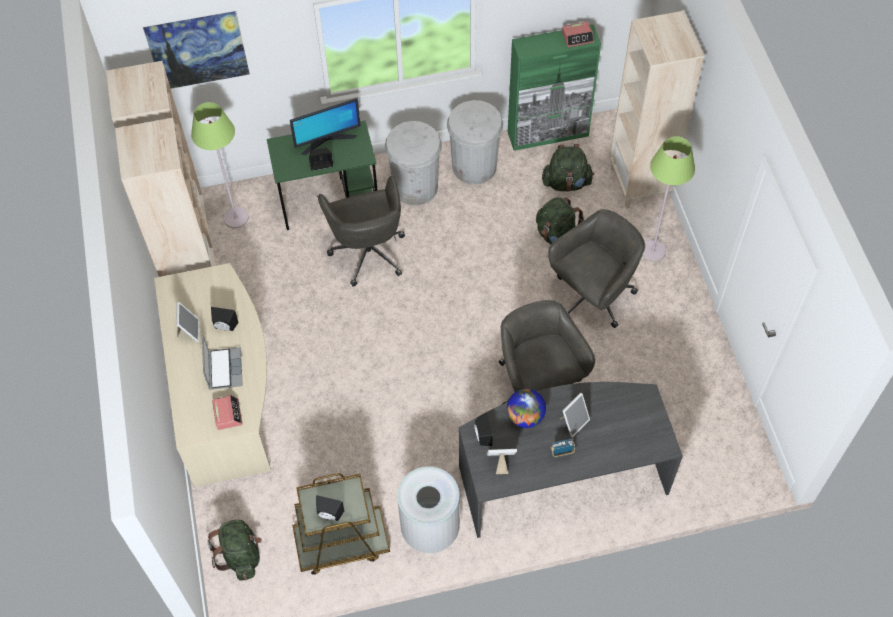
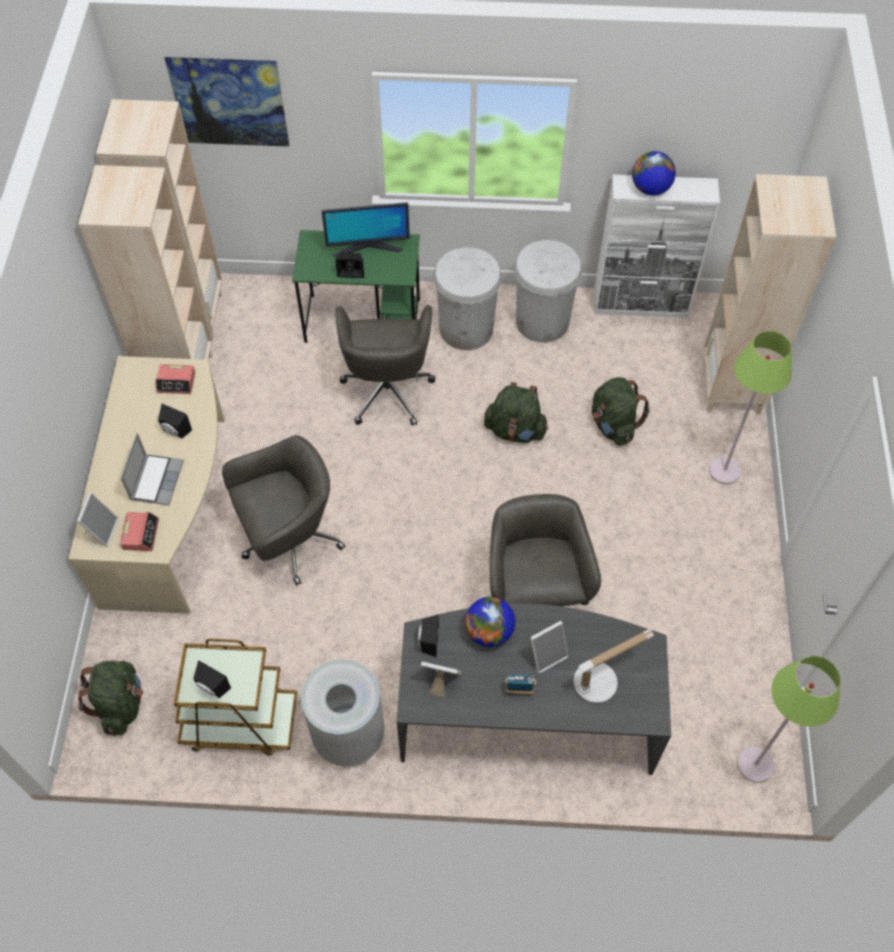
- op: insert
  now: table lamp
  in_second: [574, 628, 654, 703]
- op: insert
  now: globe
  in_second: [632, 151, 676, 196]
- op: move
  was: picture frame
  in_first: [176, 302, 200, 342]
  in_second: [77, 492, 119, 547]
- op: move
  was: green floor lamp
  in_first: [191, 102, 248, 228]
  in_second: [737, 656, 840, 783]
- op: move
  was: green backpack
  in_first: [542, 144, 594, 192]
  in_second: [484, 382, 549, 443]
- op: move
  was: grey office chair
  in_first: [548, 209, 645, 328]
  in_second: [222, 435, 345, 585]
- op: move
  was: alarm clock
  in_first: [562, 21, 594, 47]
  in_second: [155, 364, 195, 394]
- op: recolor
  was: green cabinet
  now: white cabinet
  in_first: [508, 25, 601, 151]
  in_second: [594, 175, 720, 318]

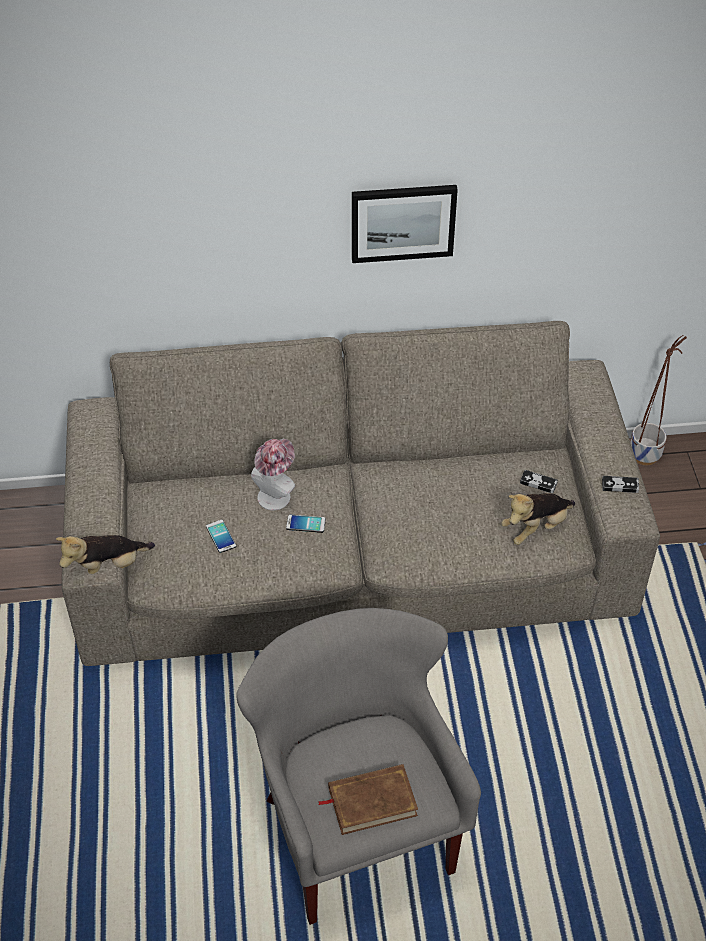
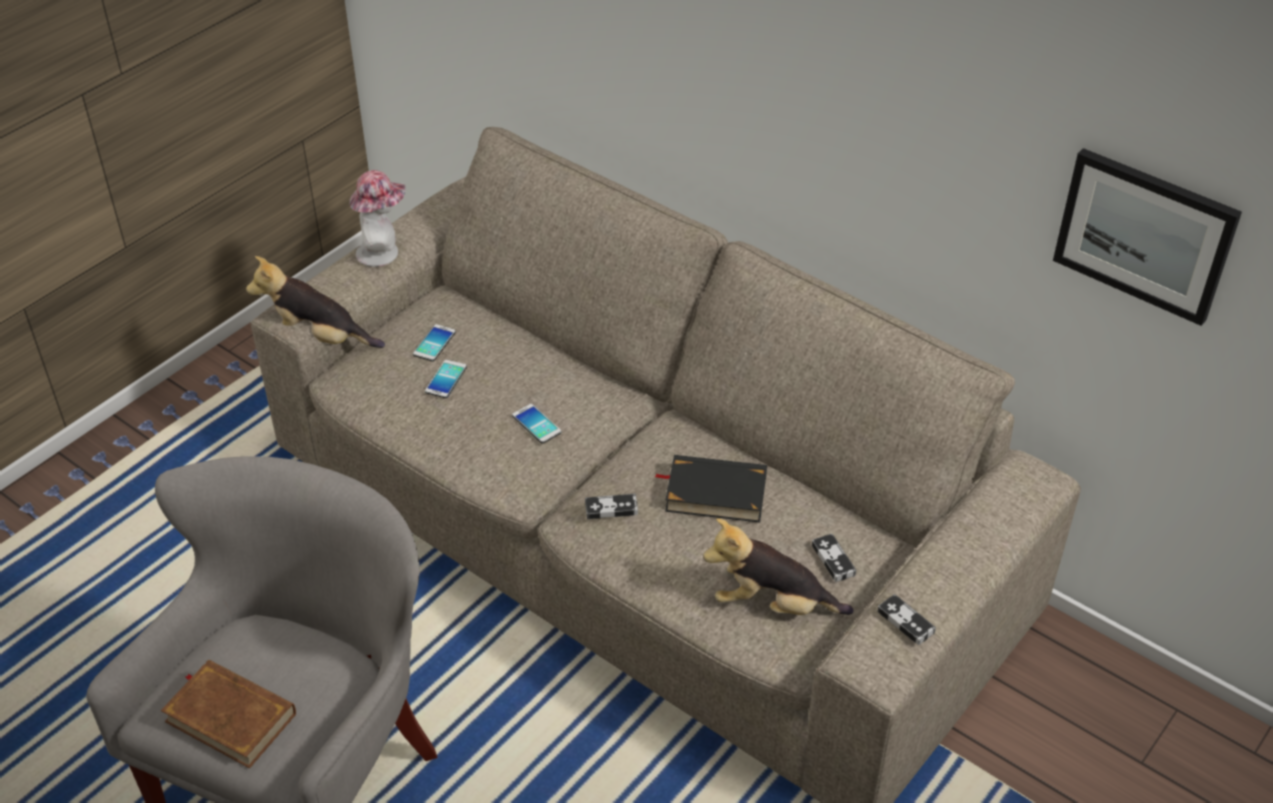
- op: delete
  was: planter
  in_first: [630, 335, 687, 465]
- op: insert
  now: phone
  in_second: [413, 324, 456, 361]
- op: insert
  now: game controller
  in_second: [585, 494, 638, 519]
- op: insert
  now: black book
  in_second: [654, 455, 767, 522]
- op: move
  was: hat
  in_first: [251, 439, 295, 510]
  in_second: [350, 170, 406, 267]
- op: move
  was: picture
  in_first: [352, 185, 458, 263]
  in_second: [1053, 148, 1242, 326]

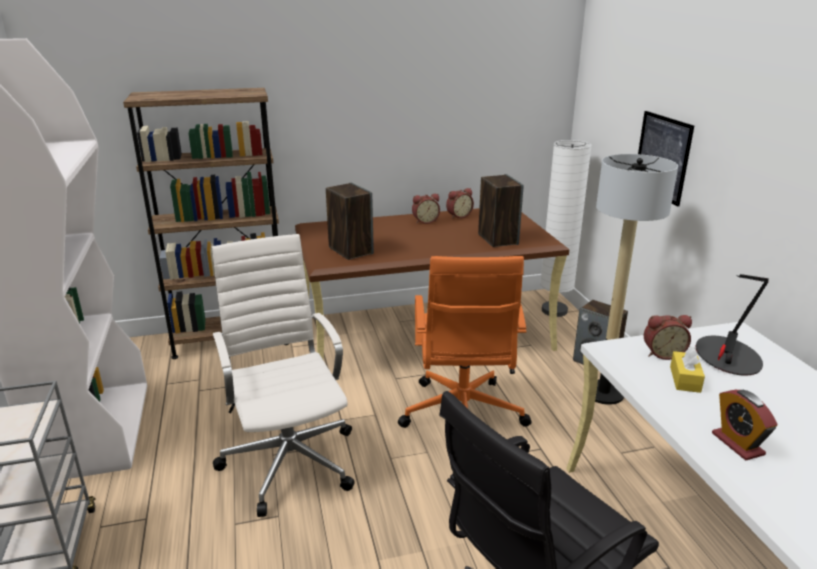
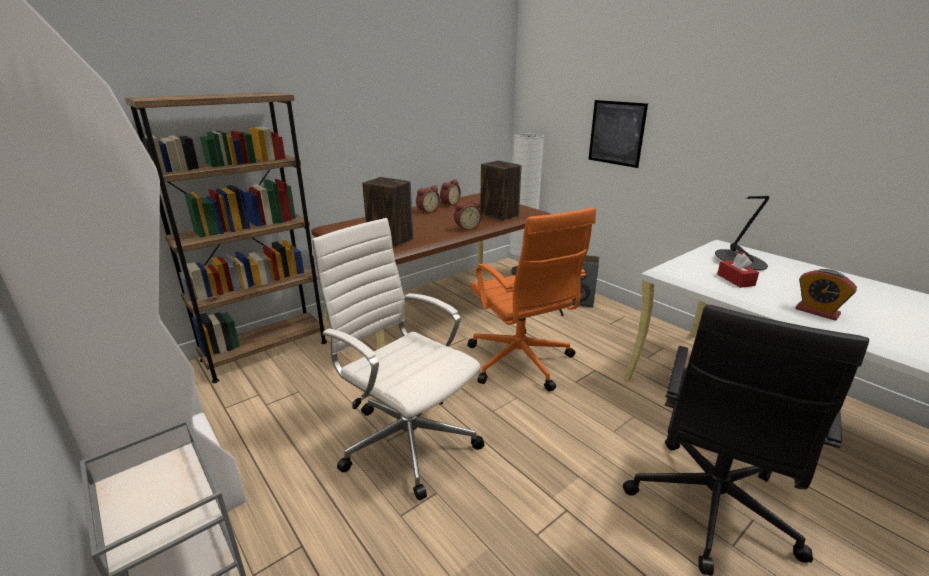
- op: delete
  was: floor lamp
  in_first: [595, 154, 678, 405]
- op: move
  was: alarm clock
  in_first: [644, 315, 692, 360]
  in_second: [454, 200, 482, 230]
- op: recolor
  was: yellow tissue box
  now: red tissue box
  in_first: [670, 346, 705, 393]
  in_second: [717, 253, 759, 288]

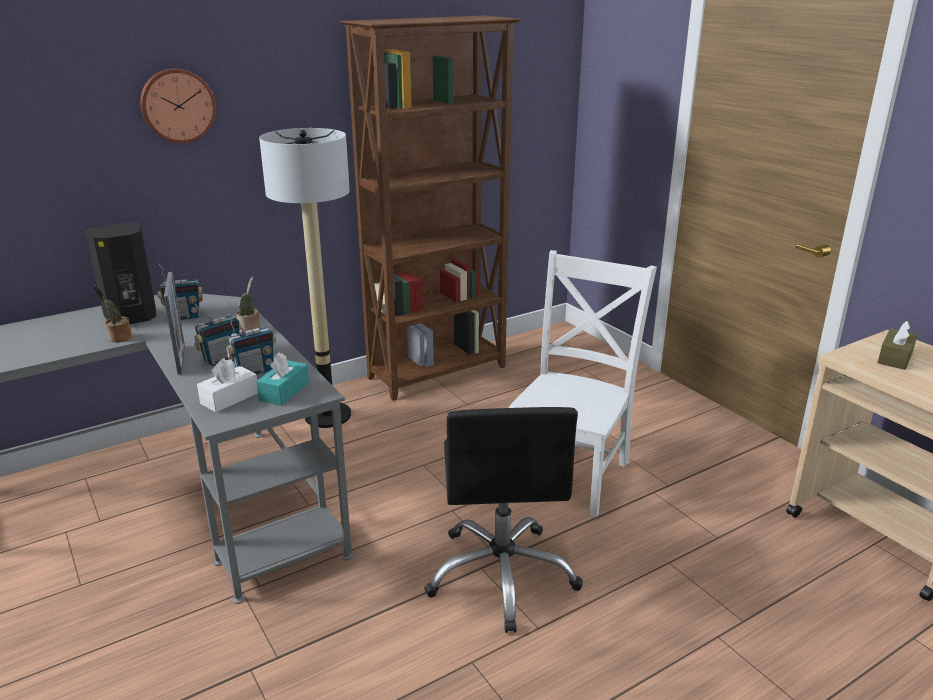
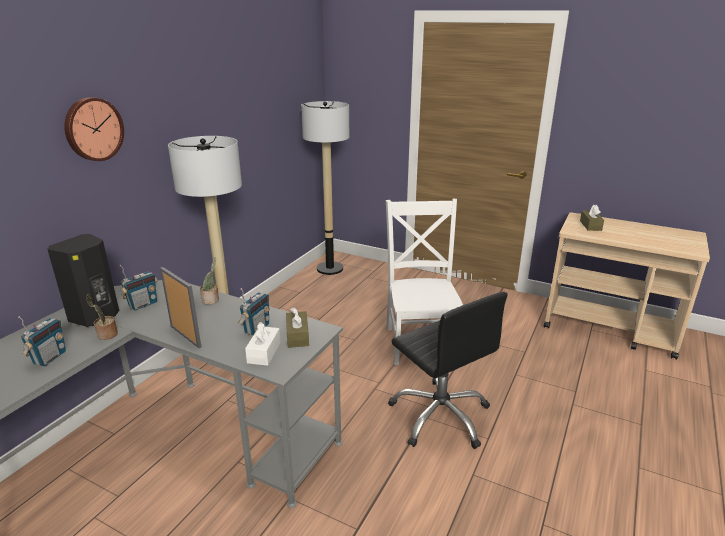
- op: delete
  was: brown bookcase
  in_first: [340, 16, 521, 401]
- op: insert
  now: floor lamp
  in_second: [301, 101, 349, 275]
- op: move
  was: radio
  in_first: [195, 304, 242, 366]
  in_second: [18, 316, 66, 366]
- op: recolor
  was: turquoise tissue box
  now: brown tissue box
  in_first: [256, 352, 309, 406]
  in_second: [286, 307, 309, 348]

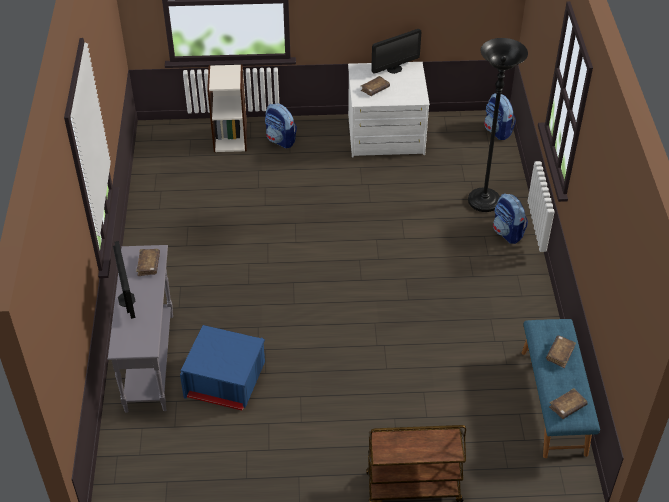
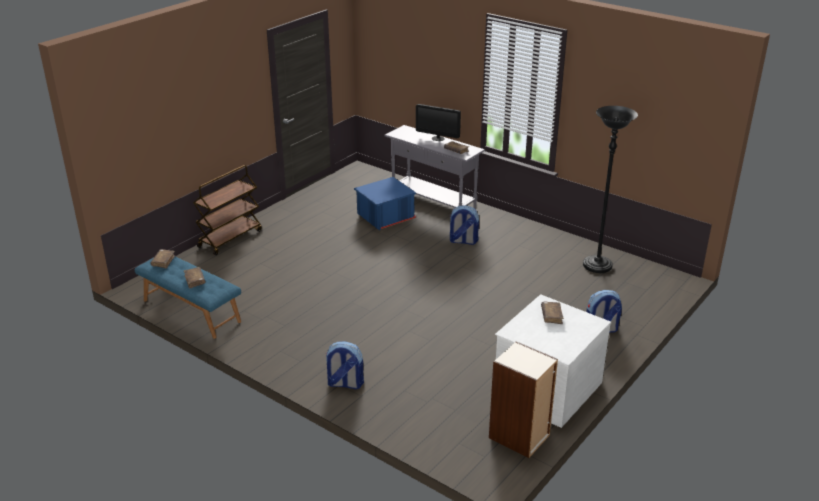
- op: delete
  was: monitor
  in_first: [371, 29, 421, 74]
- op: move
  was: bookcase
  in_first: [207, 65, 247, 152]
  in_second: [489, 341, 558, 458]
- op: move
  was: black floor lamp
  in_first: [468, 38, 528, 212]
  in_second: [583, 106, 638, 273]
- op: move
  was: backpack
  in_first: [484, 93, 516, 140]
  in_second: [449, 205, 479, 245]

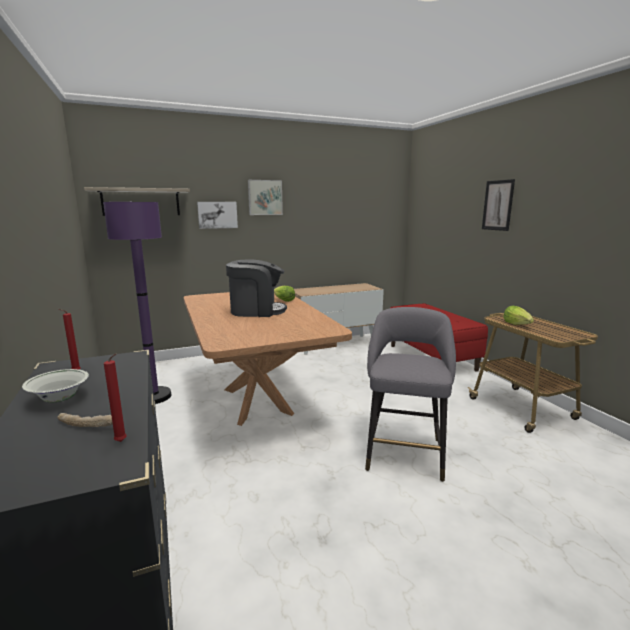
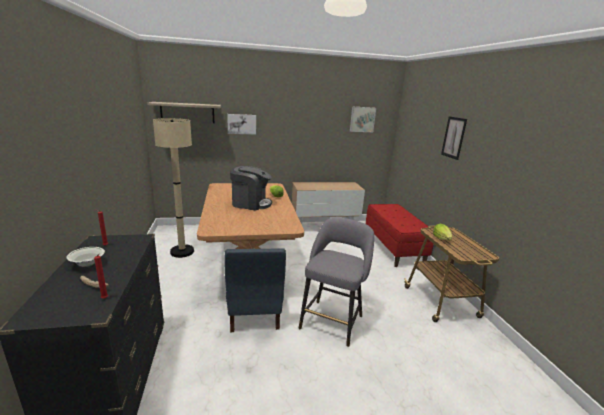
- op: insert
  now: blue chair
  in_second: [224, 248, 286, 333]
- op: move
  was: picture
  in_first: [248, 180, 283, 215]
  in_second: [350, 107, 376, 132]
- op: recolor
  was: purple floor lamp
  now: beige floor lamp
  in_first: [103, 201, 172, 404]
  in_second: [153, 118, 194, 258]

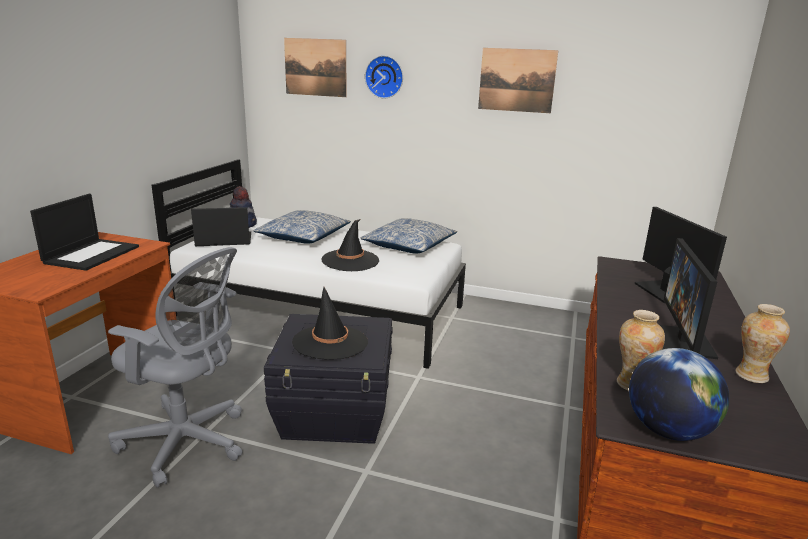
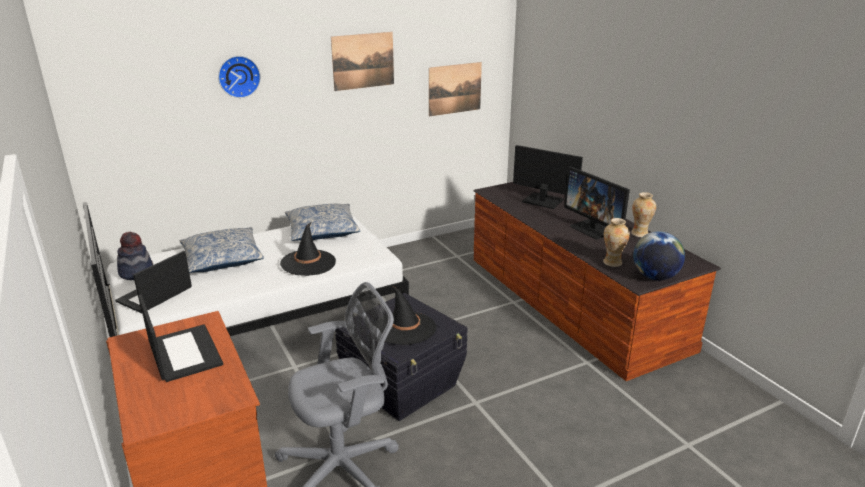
- op: move
  was: picture
  in_first: [284, 38, 346, 97]
  in_second: [429, 62, 482, 117]

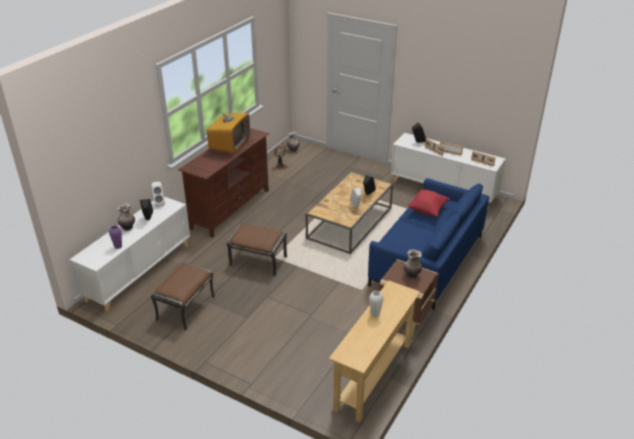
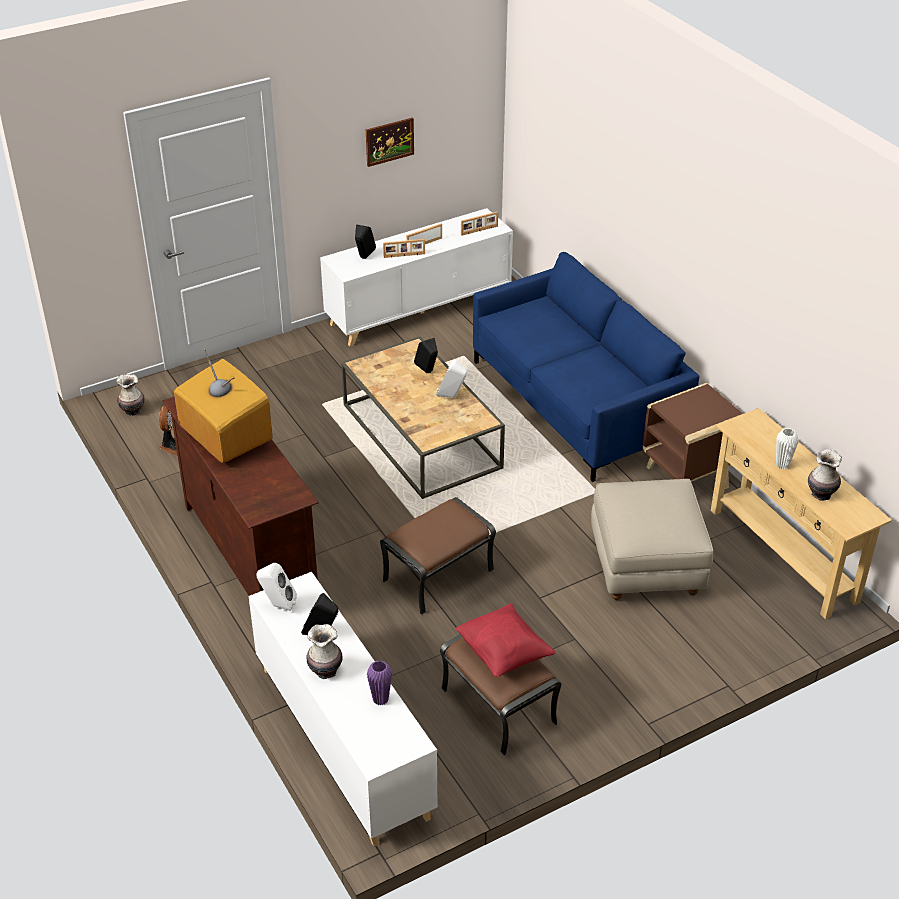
- op: insert
  now: picture
  in_second: [366, 117, 414, 167]
- op: insert
  now: beige ottoman
  in_second: [591, 479, 713, 600]
- op: move
  was: vase
  in_first: [403, 249, 422, 279]
  in_second: [808, 449, 842, 501]
- op: move
  was: red pillow
  in_first: [407, 189, 450, 216]
  in_second: [455, 603, 556, 677]

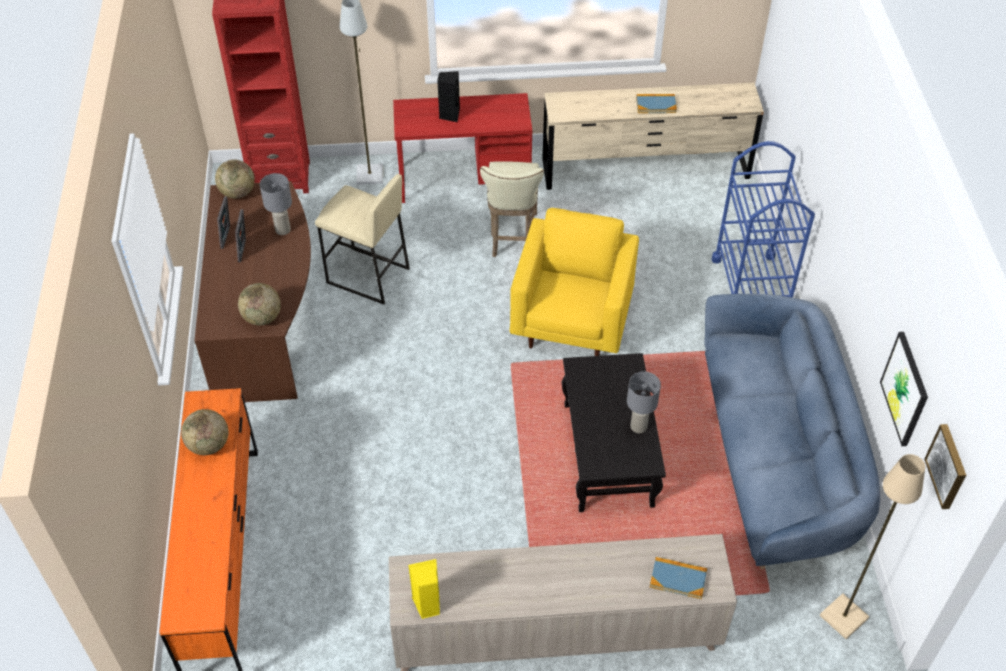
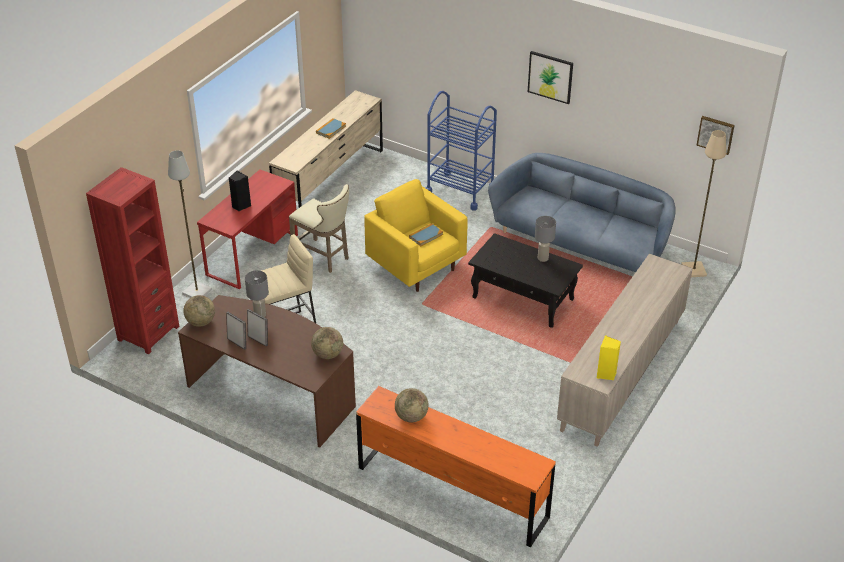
- op: move
  was: book
  in_first: [650, 557, 707, 599]
  in_second: [409, 223, 443, 246]
- op: move
  was: picture
  in_first: [880, 332, 928, 446]
  in_second: [528, 51, 573, 104]

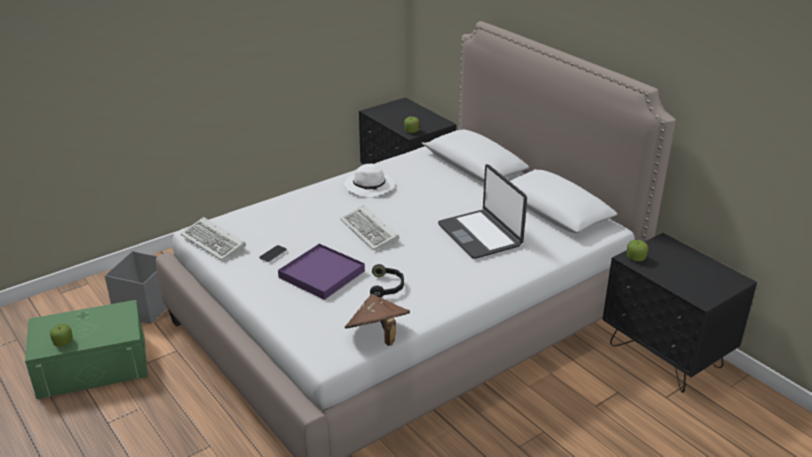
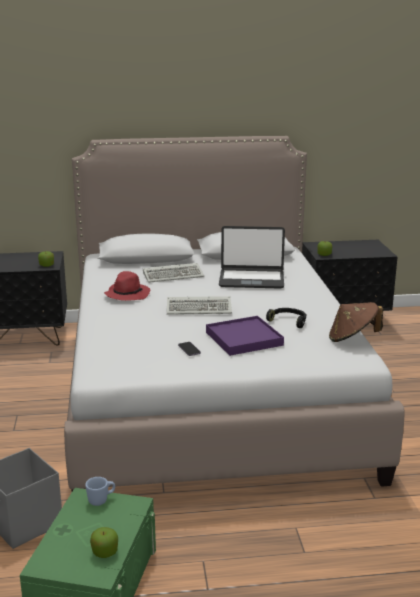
- op: insert
  now: blue mug
  in_second: [85, 477, 115, 506]
- op: move
  was: keyboard
  in_first: [180, 217, 246, 260]
  in_second: [143, 263, 204, 283]
- op: recolor
  was: white hat
  now: red hat
  in_first: [344, 164, 394, 198]
  in_second: [104, 271, 150, 301]

